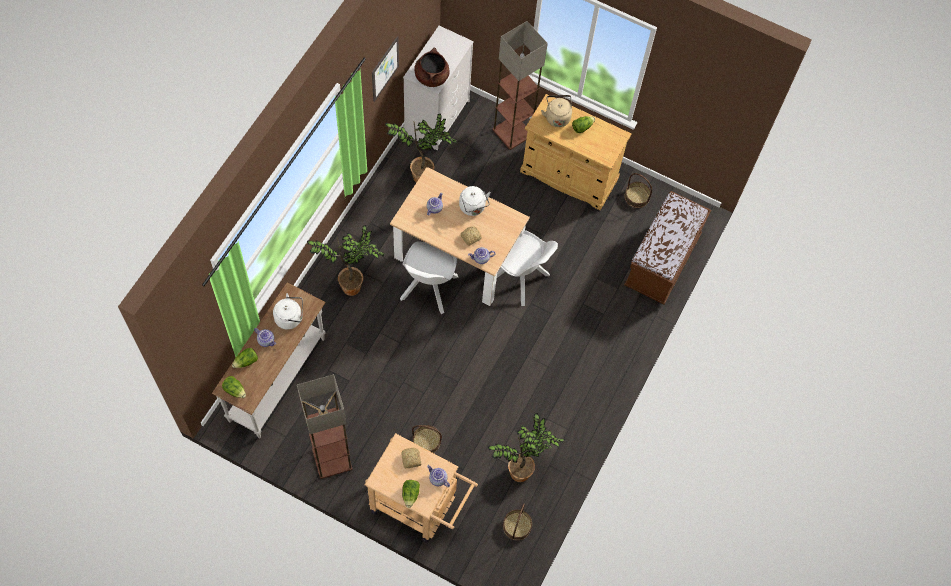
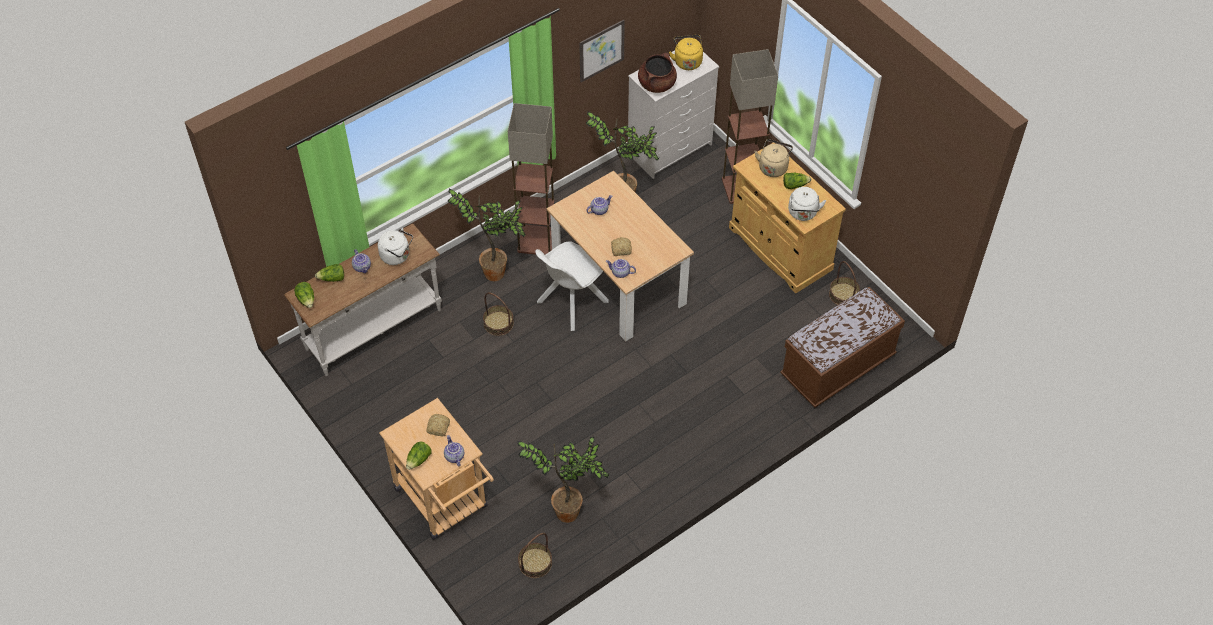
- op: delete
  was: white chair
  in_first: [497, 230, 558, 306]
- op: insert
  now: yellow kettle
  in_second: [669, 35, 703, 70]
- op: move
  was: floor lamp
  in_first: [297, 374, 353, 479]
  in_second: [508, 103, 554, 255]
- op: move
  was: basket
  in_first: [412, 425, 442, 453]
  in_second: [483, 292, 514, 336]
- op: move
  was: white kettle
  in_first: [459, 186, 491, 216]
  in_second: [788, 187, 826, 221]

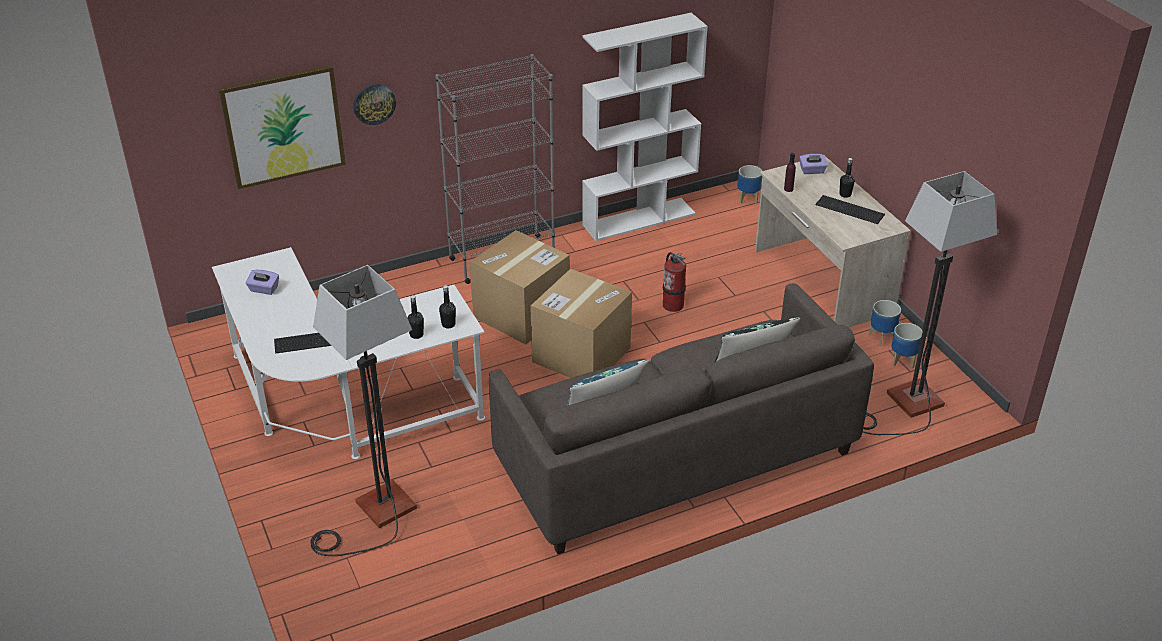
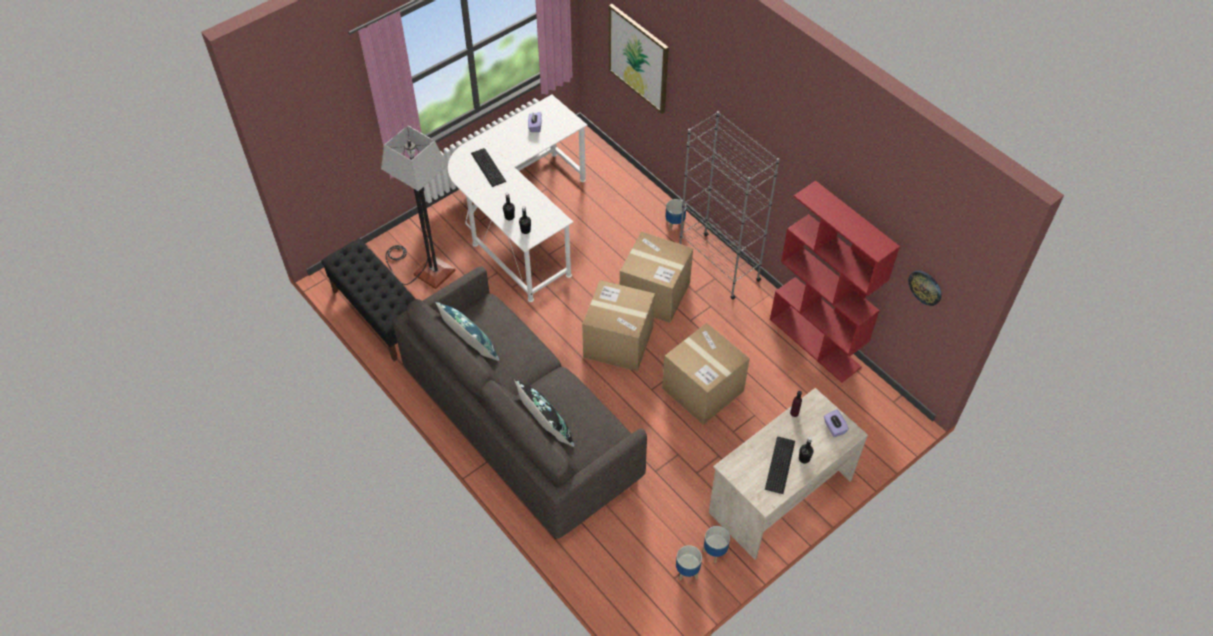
- op: delete
  was: floor lamp
  in_first: [863, 171, 997, 435]
- op: insert
  now: black bench
  in_second: [321, 239, 415, 362]
- op: move
  was: wall clock
  in_first: [353, 84, 396, 125]
  in_second: [908, 271, 941, 306]
- op: move
  was: planter
  in_first: [738, 165, 762, 204]
  in_second: [665, 199, 686, 231]
- op: replace
  was: fire extinguisher
  now: cardboard box
  in_first: [663, 252, 686, 312]
  in_second: [662, 323, 750, 425]
- op: recolor
  was: white bookcase
  now: red bookcase
  in_first: [582, 13, 708, 241]
  in_second: [770, 181, 900, 382]

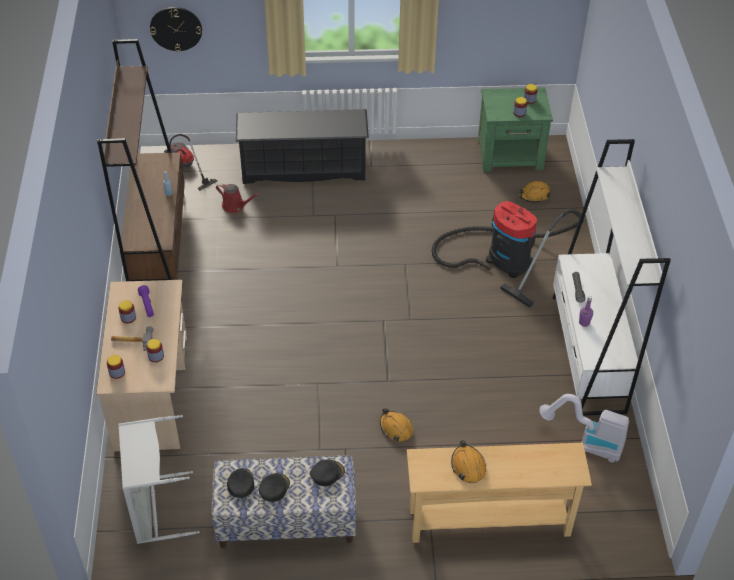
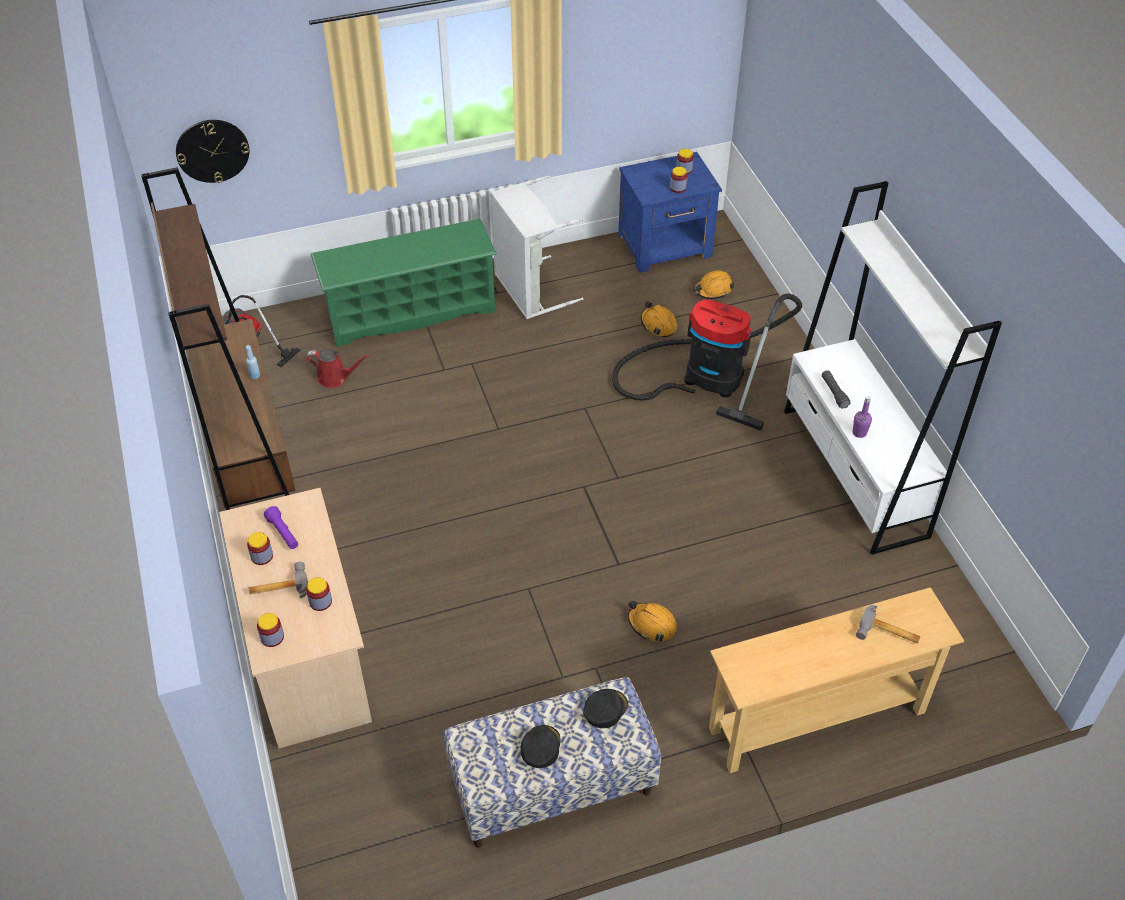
- op: delete
  was: black cap
  in_first: [227, 468, 254, 498]
- op: delete
  was: vacuum cleaner
  in_first: [539, 394, 629, 463]
- op: insert
  now: hammer
  in_second: [856, 605, 920, 643]
- op: move
  was: grey laundry basket
  in_first: [118, 415, 200, 544]
  in_second: [491, 175, 585, 319]
- op: move
  was: orange hard hat
  in_first: [451, 440, 487, 483]
  in_second: [641, 301, 677, 337]
- op: recolor
  was: black shoe rack
  now: green shoe rack
  in_first: [236, 109, 369, 184]
  in_second: [311, 219, 497, 347]
- op: recolor
  was: green nightstand
  now: blue nightstand
  in_first: [478, 87, 553, 172]
  in_second: [618, 152, 722, 273]

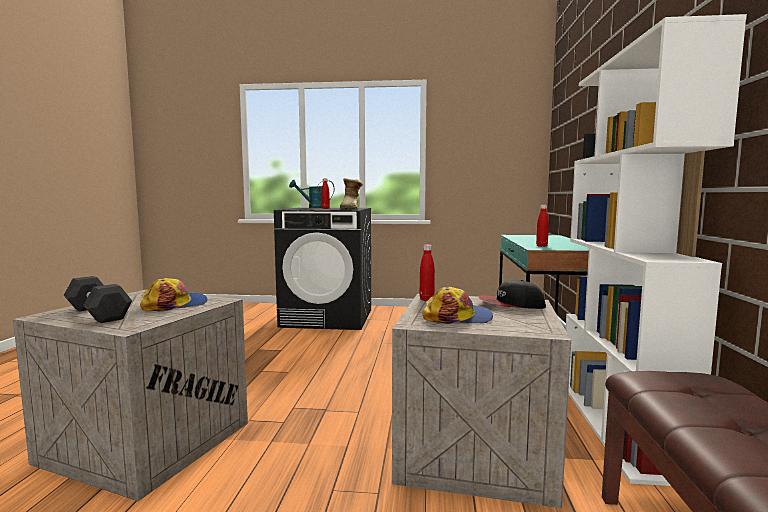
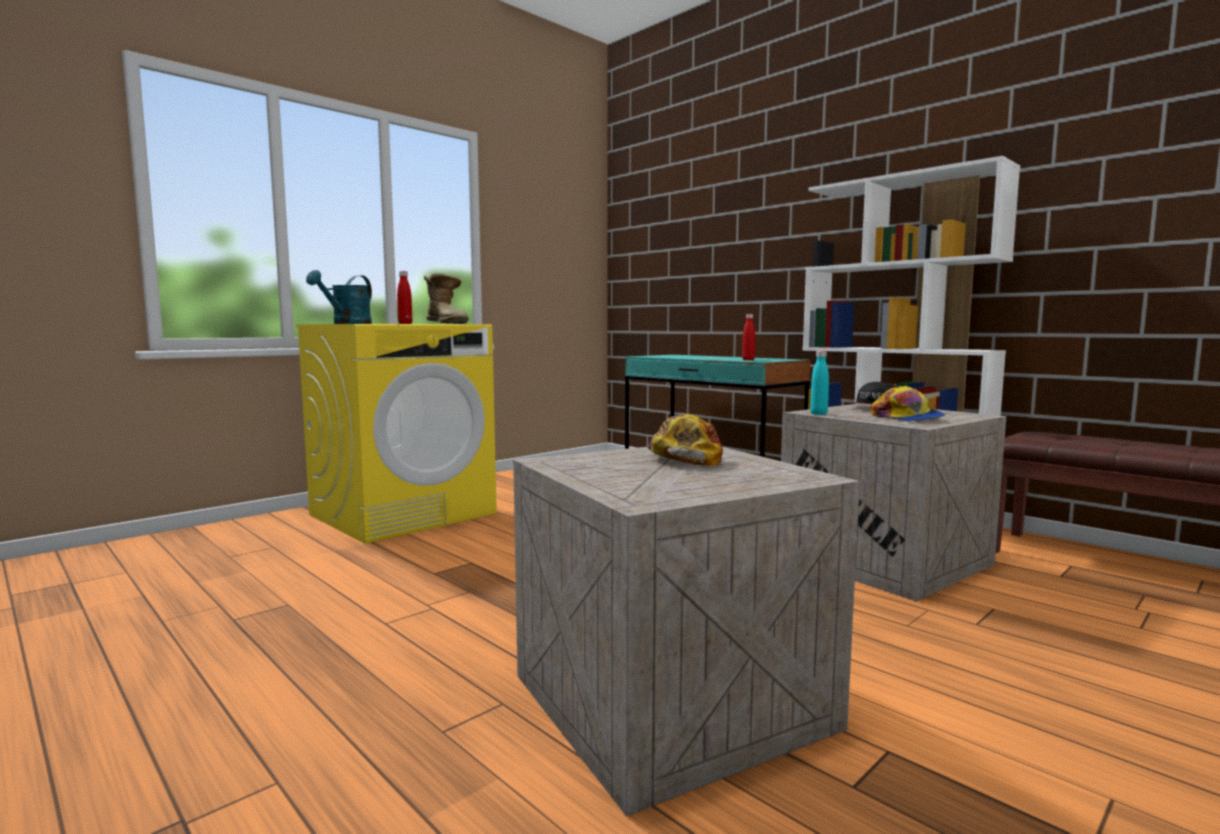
- op: delete
  was: black dumbbell
  in_first: [64, 276, 132, 323]
- op: recolor
  was: black washing machine
  now: yellow washing machine
  in_first: [274, 208, 371, 330]
  in_second: [296, 324, 497, 544]
- op: recolor
  was: red bottle
  now: turquoise bottle
  in_first: [420, 245, 435, 301]
  in_second: [810, 351, 829, 415]
- op: rotate
  was: cap
  in_first: [422, 287, 493, 324]
  in_second: [871, 386, 945, 421]
  clockwise: 120

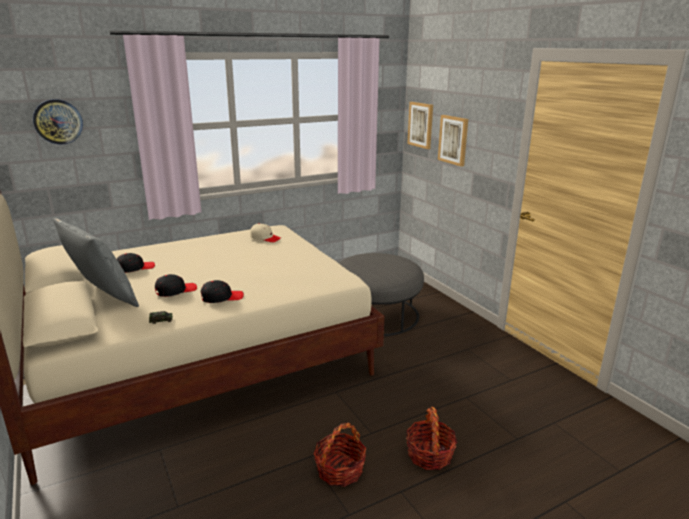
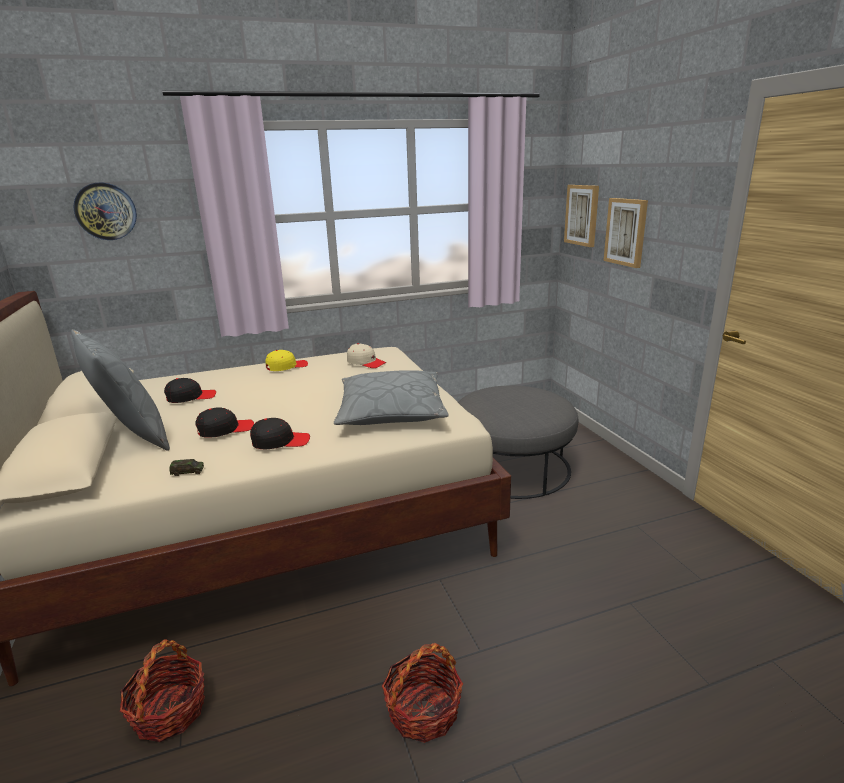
- op: insert
  now: yellow cap
  in_second: [265, 350, 308, 371]
- op: insert
  now: grey pillow
  in_second: [334, 370, 449, 425]
- op: move
  was: basket
  in_first: [406, 407, 457, 470]
  in_second: [120, 639, 205, 742]

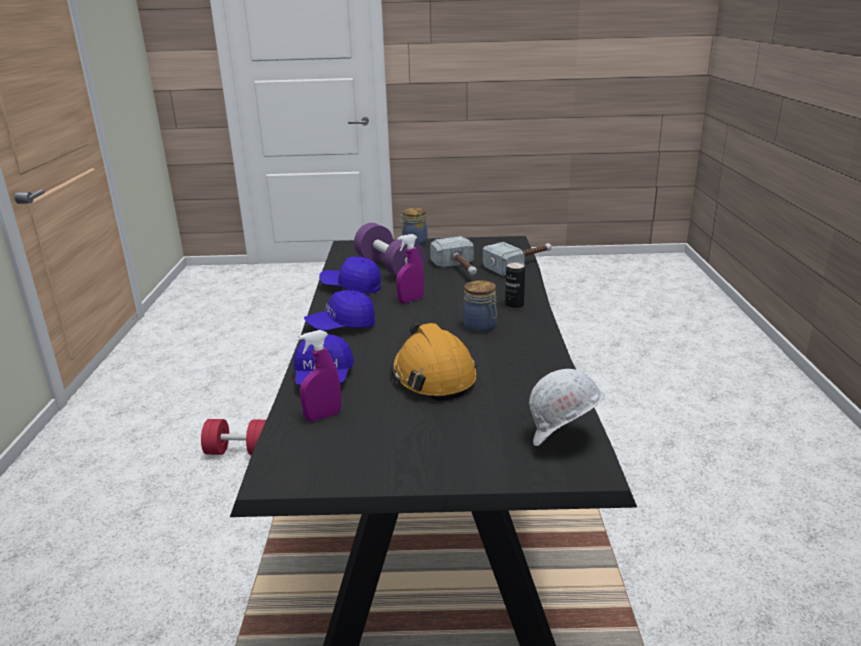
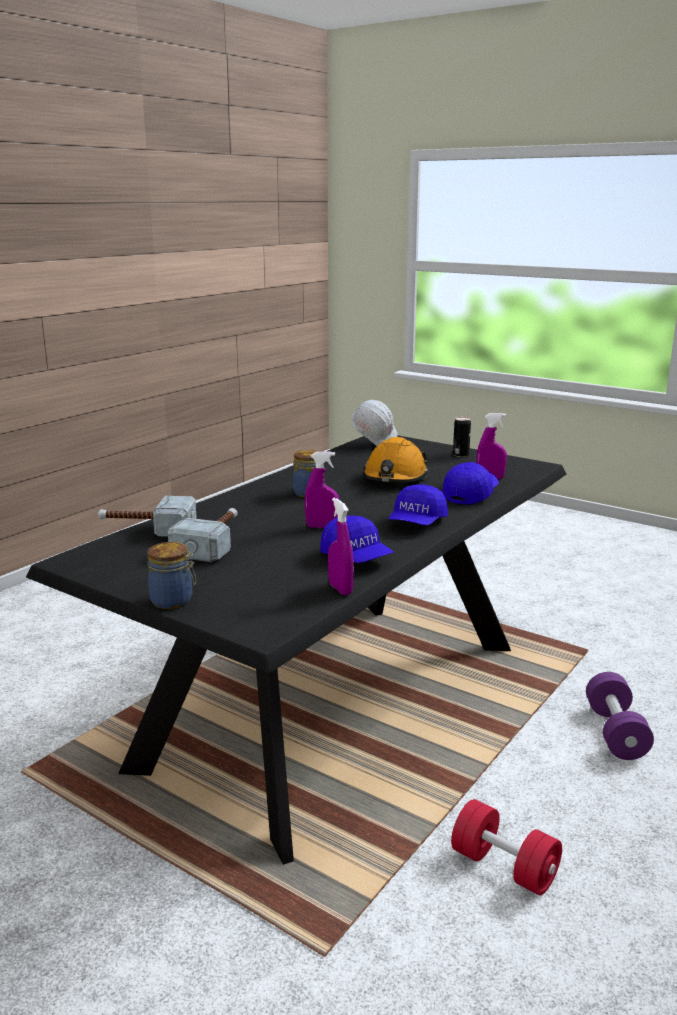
- op: insert
  now: purple spray bottle
  in_second: [328, 498, 354, 596]
- op: move
  was: purple dumbbell
  in_first: [354, 223, 426, 276]
  in_second: [586, 672, 654, 760]
- op: move
  was: can
  in_first: [505, 262, 525, 309]
  in_second: [453, 417, 471, 457]
- op: rotate
  was: blue cap
  in_first: [304, 290, 375, 331]
  in_second: [389, 484, 448, 526]
  clockwise: 105

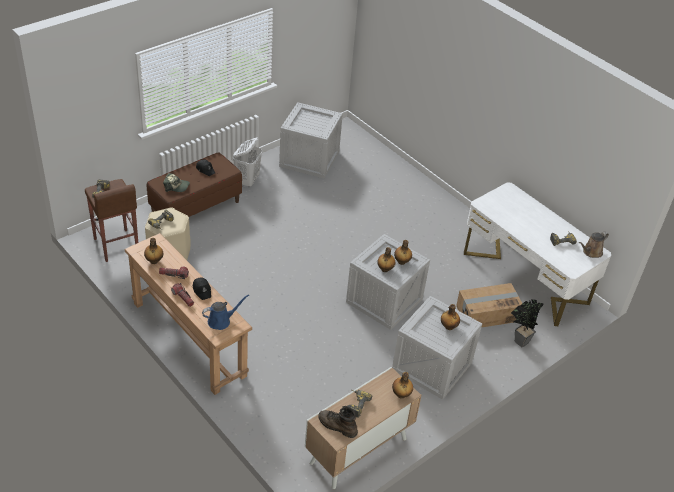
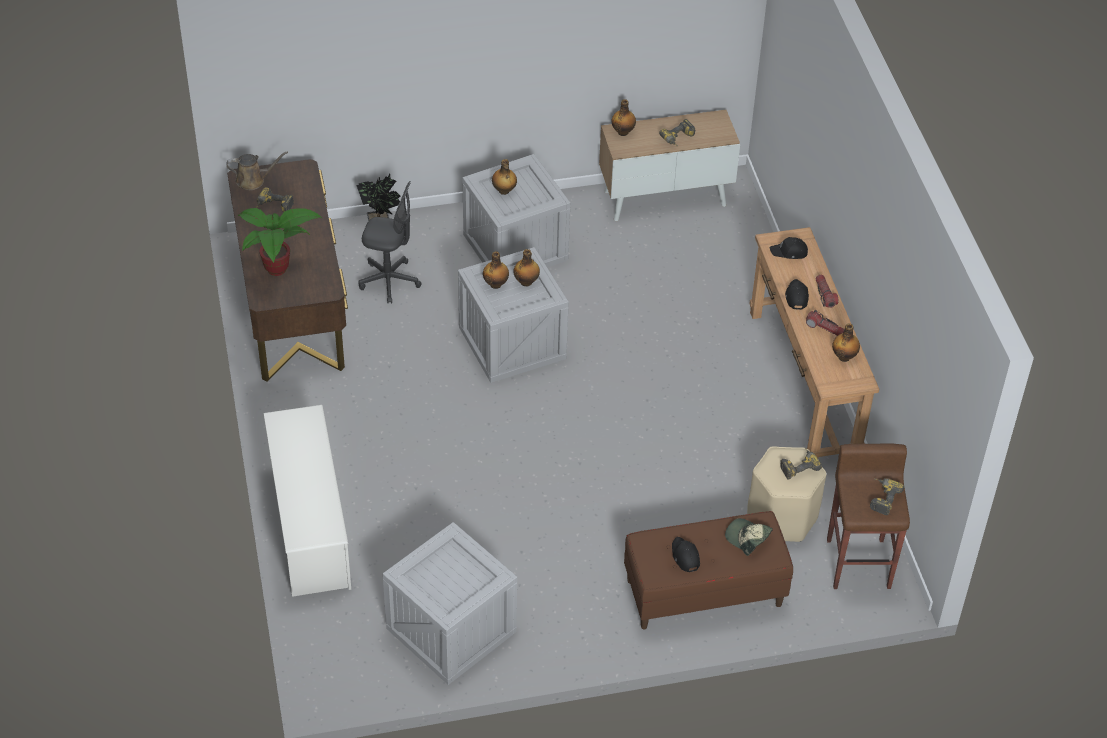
- op: delete
  was: white laundry basket
  in_first: [233, 138, 262, 188]
- op: delete
  was: brown boot
  in_first: [318, 406, 358, 438]
- op: insert
  now: potted plant
  in_second: [238, 208, 323, 276]
- op: insert
  now: white shoe rack
  in_second: [263, 405, 351, 597]
- op: replace
  was: blue watering can
  now: black cap
  in_first: [202, 294, 249, 330]
  in_second: [770, 237, 808, 259]
- op: replace
  was: cardboard box
  now: grey office chair
  in_first: [456, 283, 523, 328]
  in_second: [358, 181, 422, 303]
- op: recolor
  was: white desk
  now: brown desk
  in_first: [464, 182, 611, 326]
  in_second: [227, 159, 348, 382]

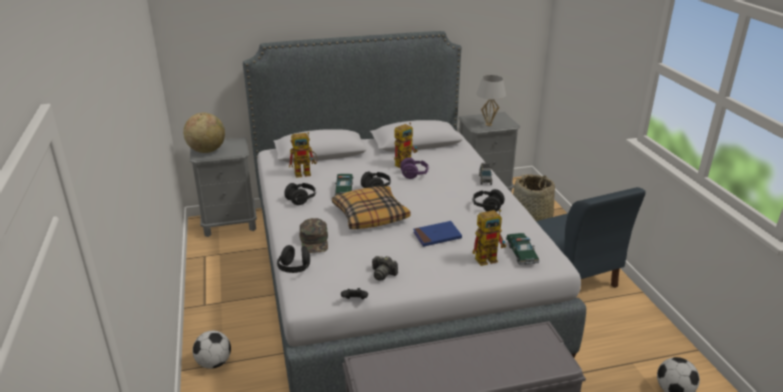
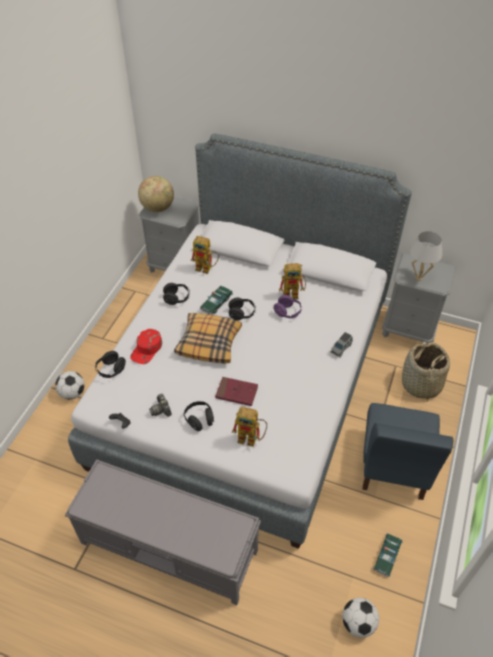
- op: move
  was: black headphones
  in_first: [472, 189, 505, 212]
  in_second: [184, 401, 214, 431]
- op: move
  was: toy car
  in_first: [506, 233, 540, 265]
  in_second: [373, 533, 403, 577]
- op: recolor
  was: green cap
  now: red cap
  in_first: [299, 218, 328, 253]
  in_second: [130, 329, 162, 364]
- op: recolor
  was: blue book
  now: red book
  in_first: [413, 221, 462, 247]
  in_second: [215, 377, 258, 406]

